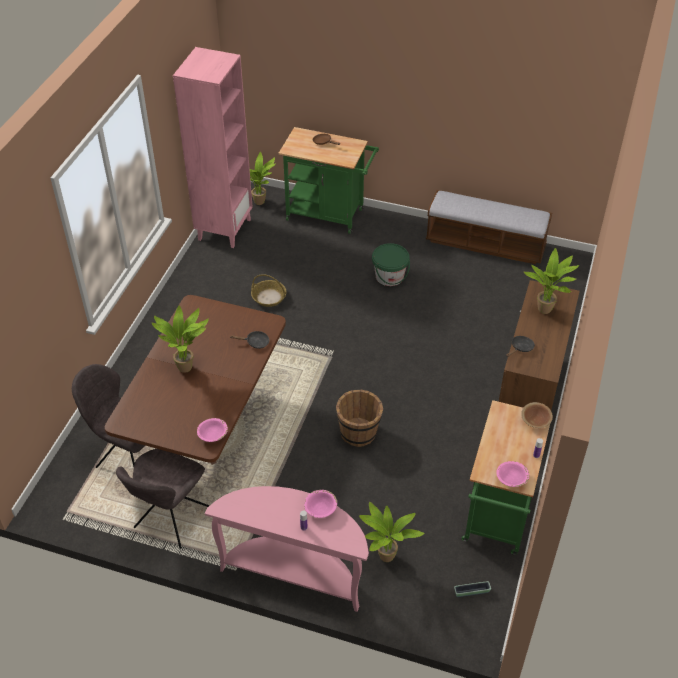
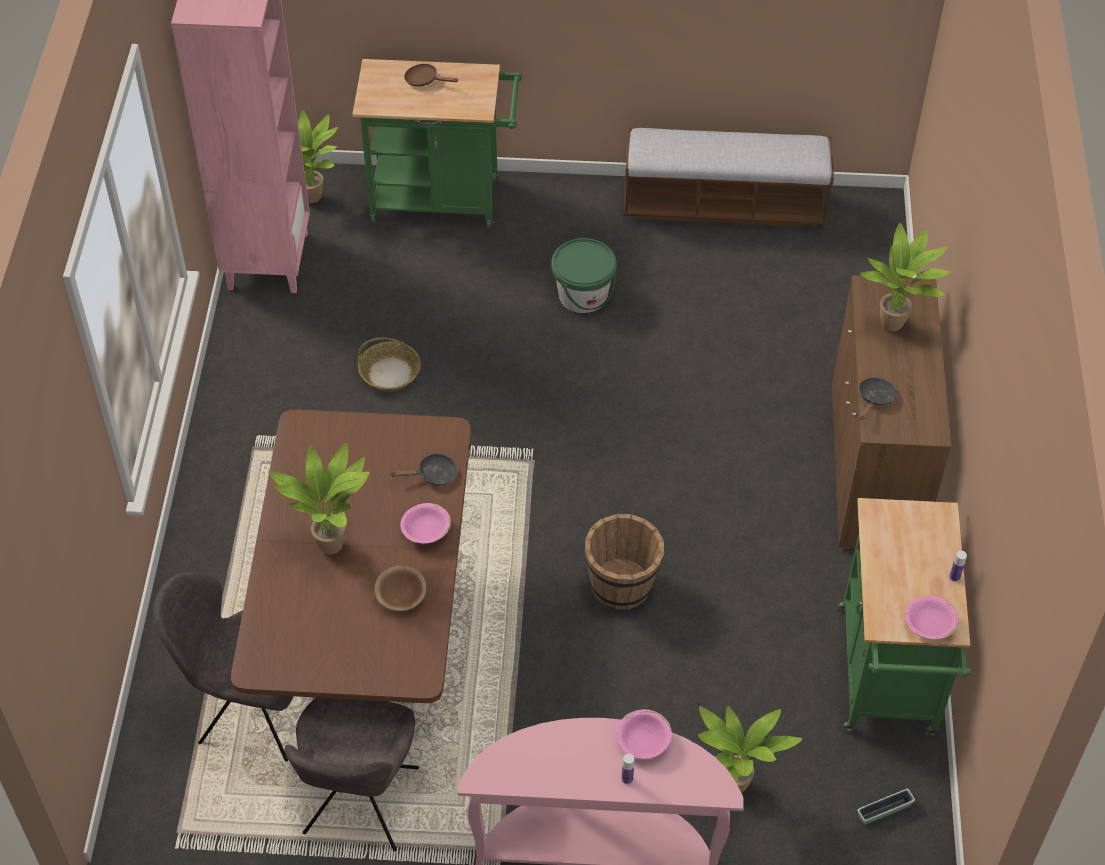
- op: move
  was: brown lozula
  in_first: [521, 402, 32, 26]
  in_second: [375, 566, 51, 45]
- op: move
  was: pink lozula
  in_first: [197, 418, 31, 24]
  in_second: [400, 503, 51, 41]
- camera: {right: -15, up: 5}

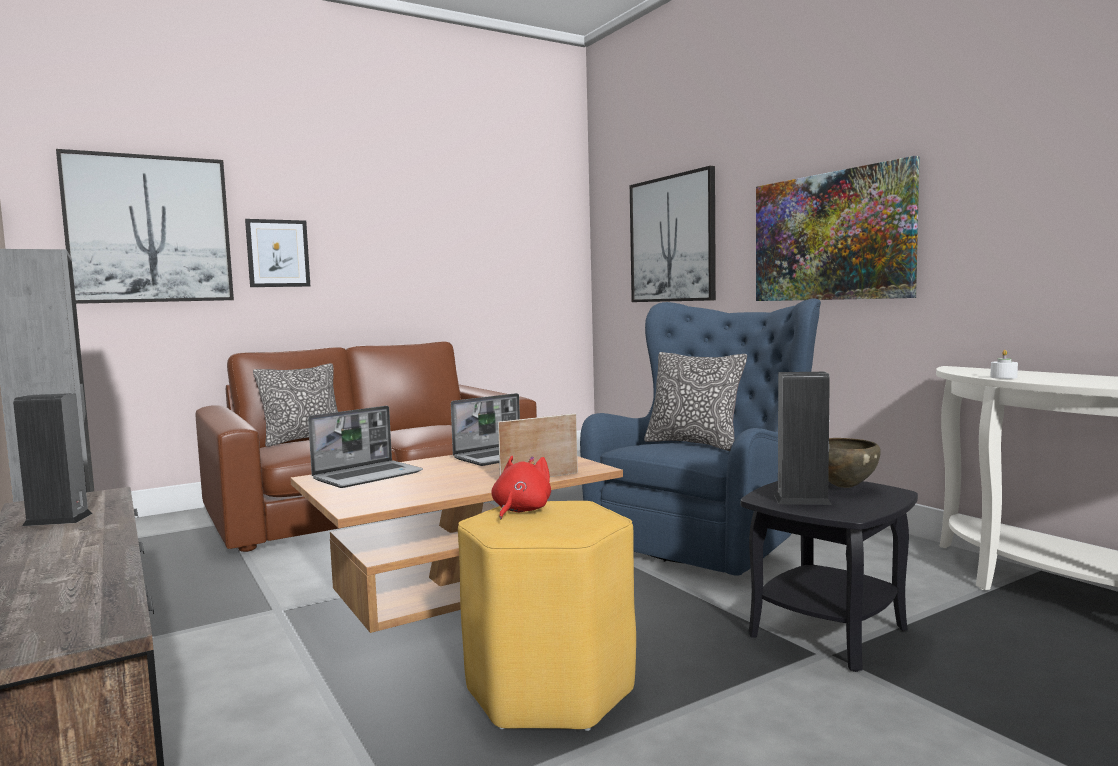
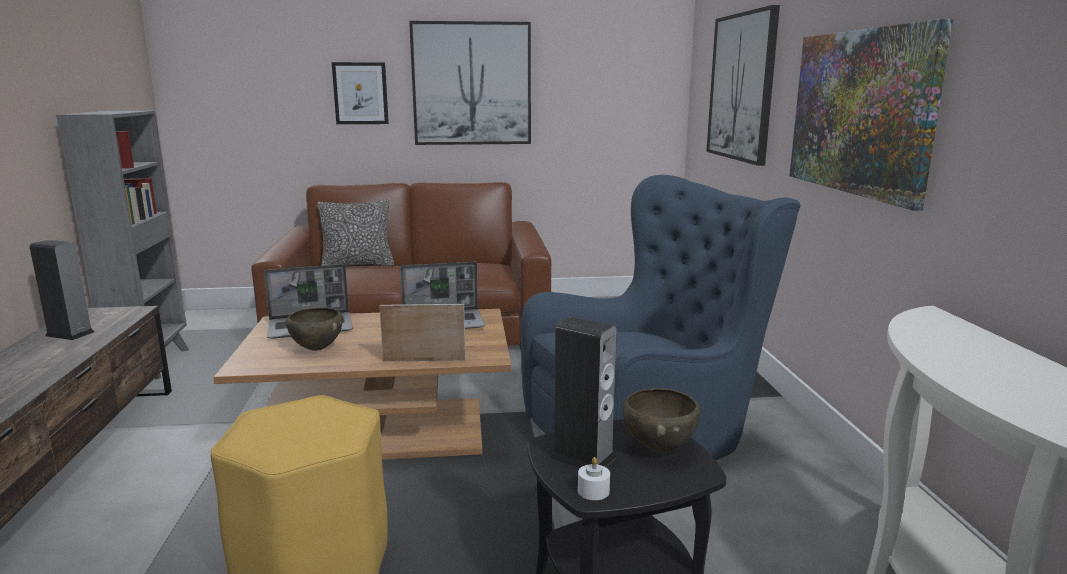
- op: move
  was: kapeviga
  in_first: [56, 149, 178, 155]
  in_second: [409, 21, 122, 124]
- op: move
  was: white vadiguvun
  in_first: [990, 350, 28, 29]
  in_second: [578, 457, 32, 43]
- op: delete
  was: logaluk
  in_first: [644, 352, 103, 99]
- op: delete
  was: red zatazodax
  in_first: [491, 456, 60, 63]
- op: insert
  now: brown lozula
  in_second: [286, 308, 57, 43]
- camera: {right: 25, up: 10}

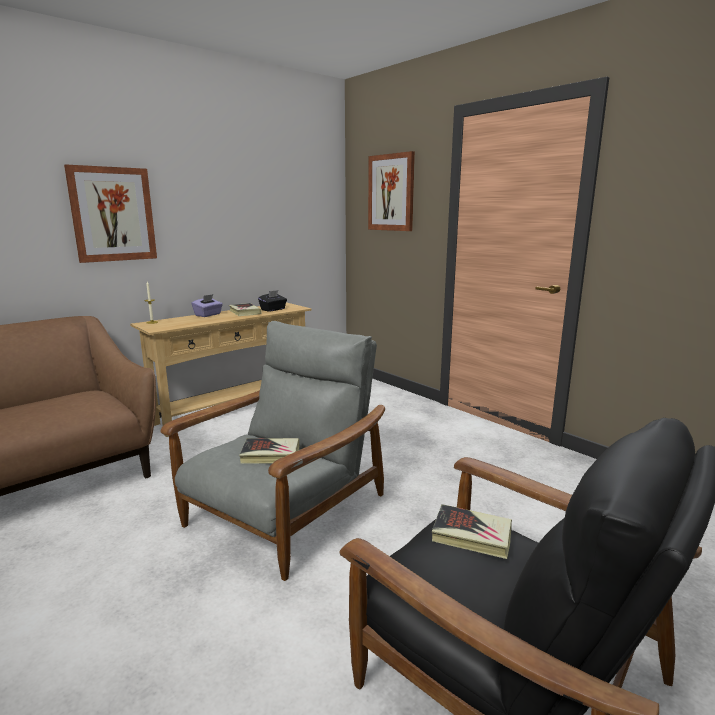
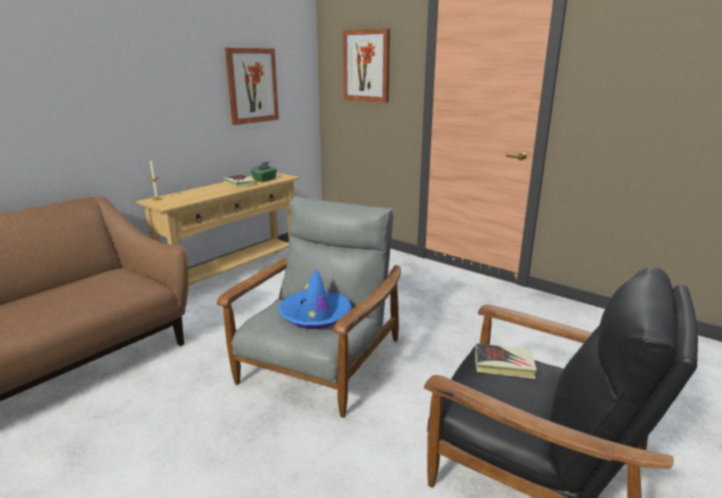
- op: move
  was: kapeviga
  in_first: [64, 164, 93, 99]
  in_second: [225, 48, 54, 77]
- op: recolor
  was: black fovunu
  now: green fovunu
  in_first: [258, 290, 29, 22]
  in_second: [251, 162, 26, 20]
- op: delete
  was: purple fovunu
  in_first: [191, 294, 32, 23]
- op: replace
  was: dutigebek
  now: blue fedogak
  in_first: [239, 438, 61, 26]
  in_second: [279, 269, 73, 60]
- camera: {right: -10, up: 5}

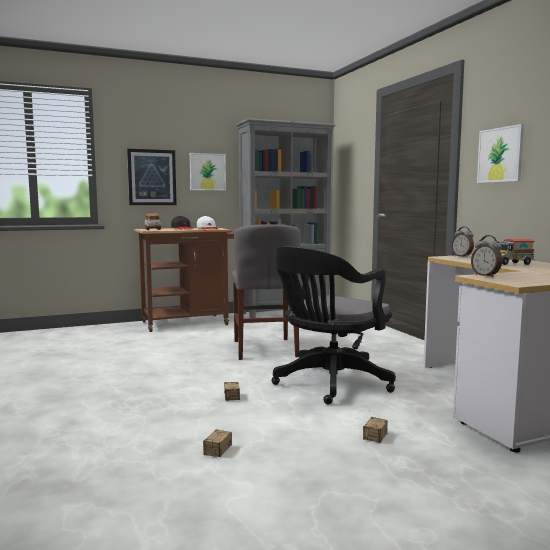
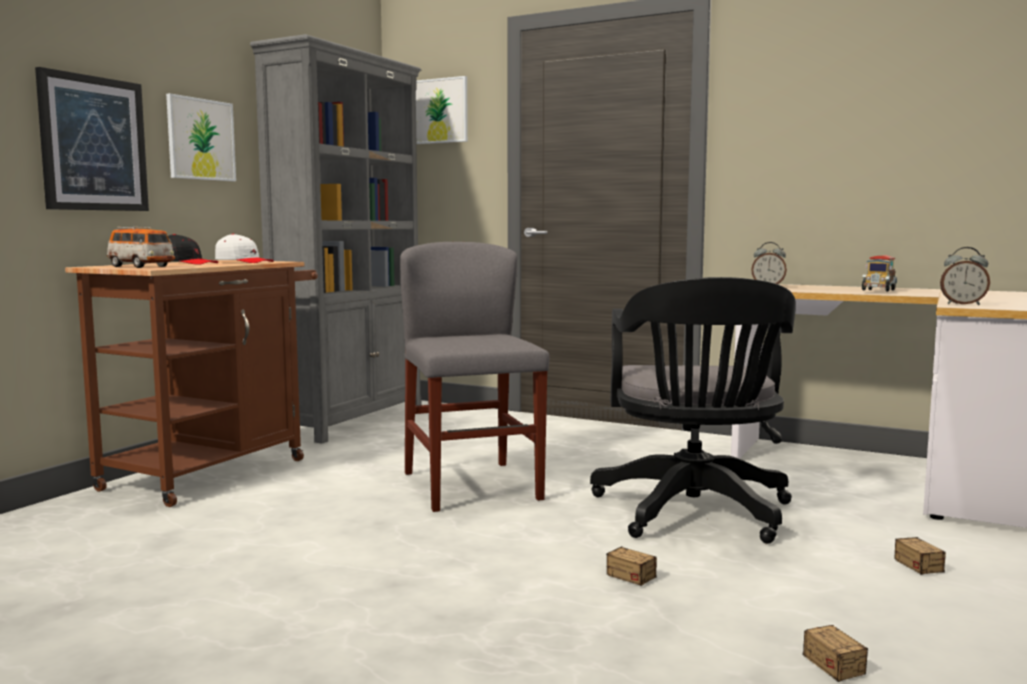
- op: move
  was: kapeviga
  in_first: [477, 124, 47, 59]
  in_second: [416, 76, 52, 68]
- op: rotate
  was: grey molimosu
  in_first: [232, 224, 68, 136]
  in_second: [400, 242, 149, 270]
  clockwise: -150
- camera: {right: -40, up: 0}

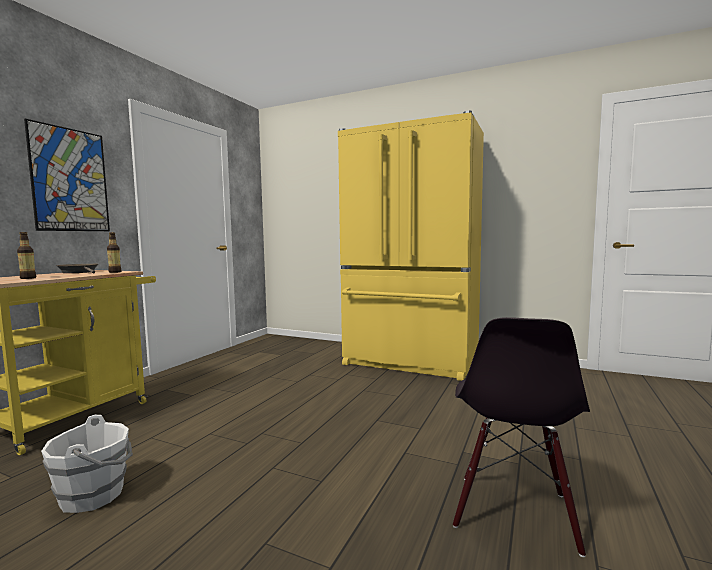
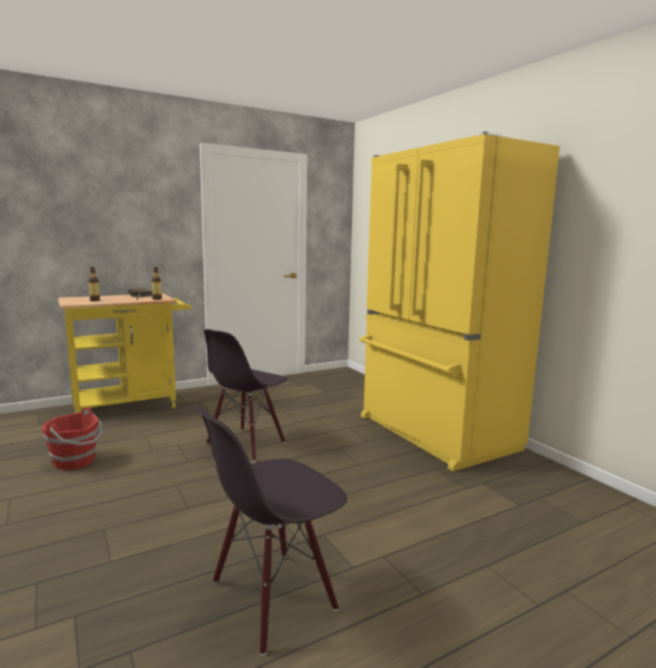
- op: delete
  was: kapeviga
  in_first: [24, 119, 86, 112]
- op: recolor
  was: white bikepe
  now: red bikepe
  in_first: [41, 415, 92, 98]
  in_second: [42, 407, 60, 63]
- op: insert
  now: black molimosu
  in_second: [204, 329, 84, 133]
- camera: {right: 35, up: 5}

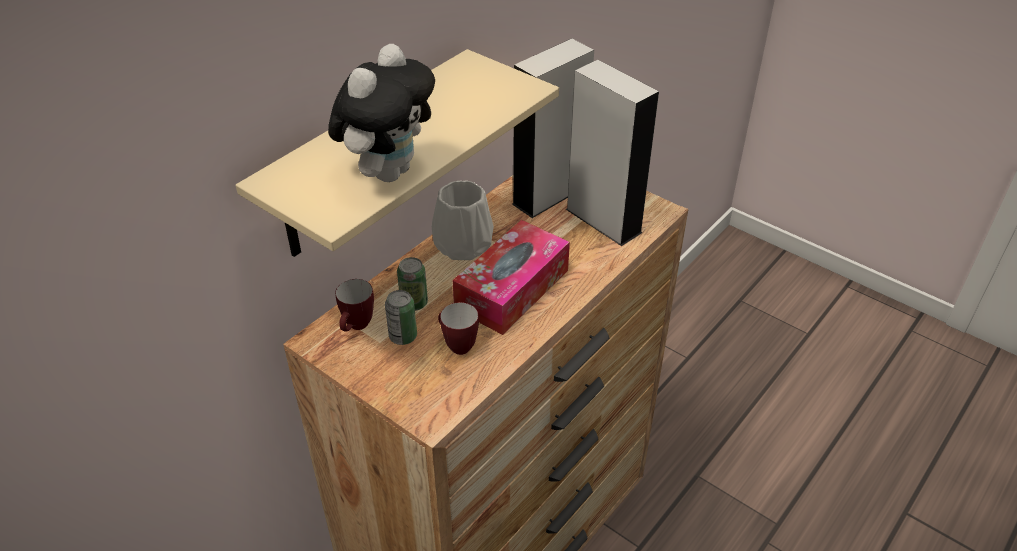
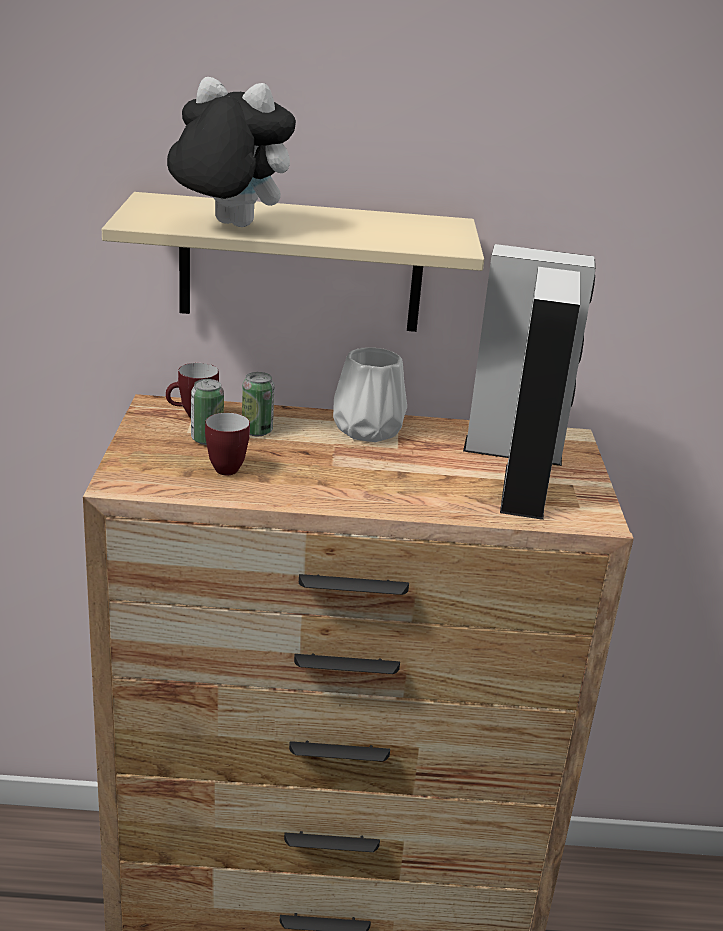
- op: rotate
  was: zatazodax
  in_first: [328, 44, 107, 138]
  in_second: [167, 77, 129, 150]
  clockwise: -150
- op: delete
  was: fovunu
  in_first: [453, 220, 117, 115]
- camera: {right: 50, up: -15}

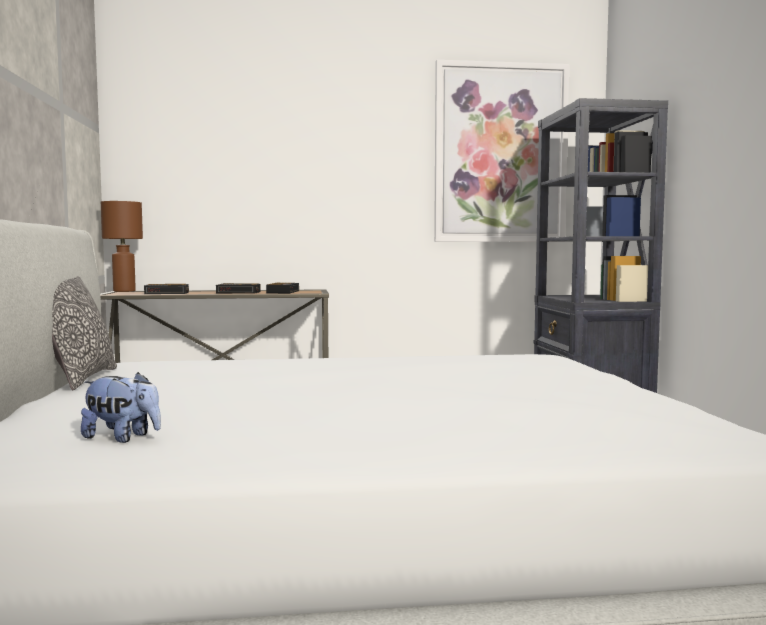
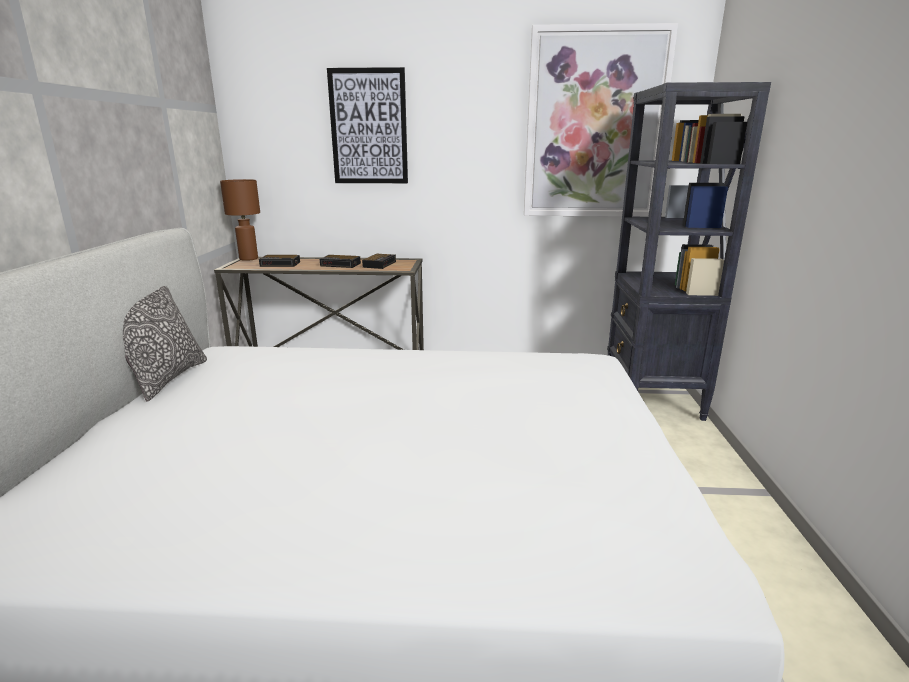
- op: delete
  was: zatazodax
  in_first: [81, 372, 80, 71]
- op: insert
  now: kapeviga
  in_second: [327, 67, 81, 116]
- camera: {right: 10, up: 15}

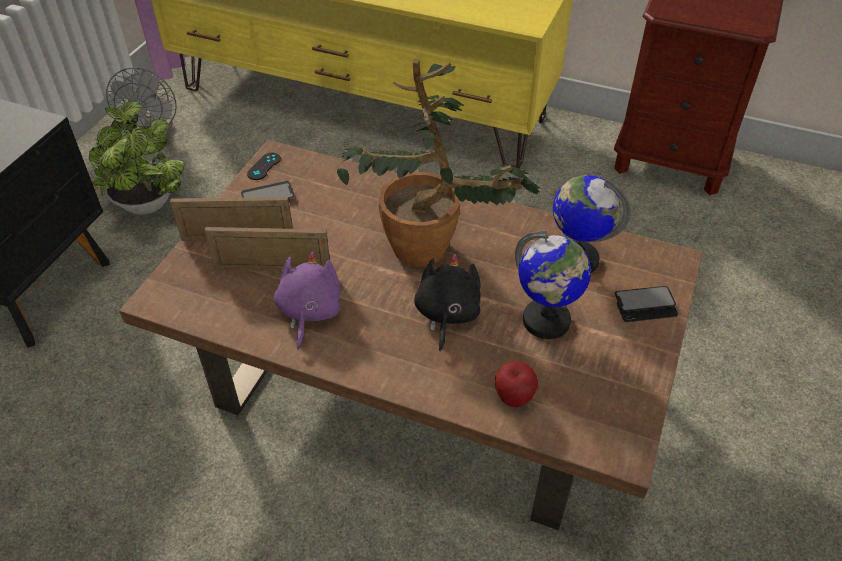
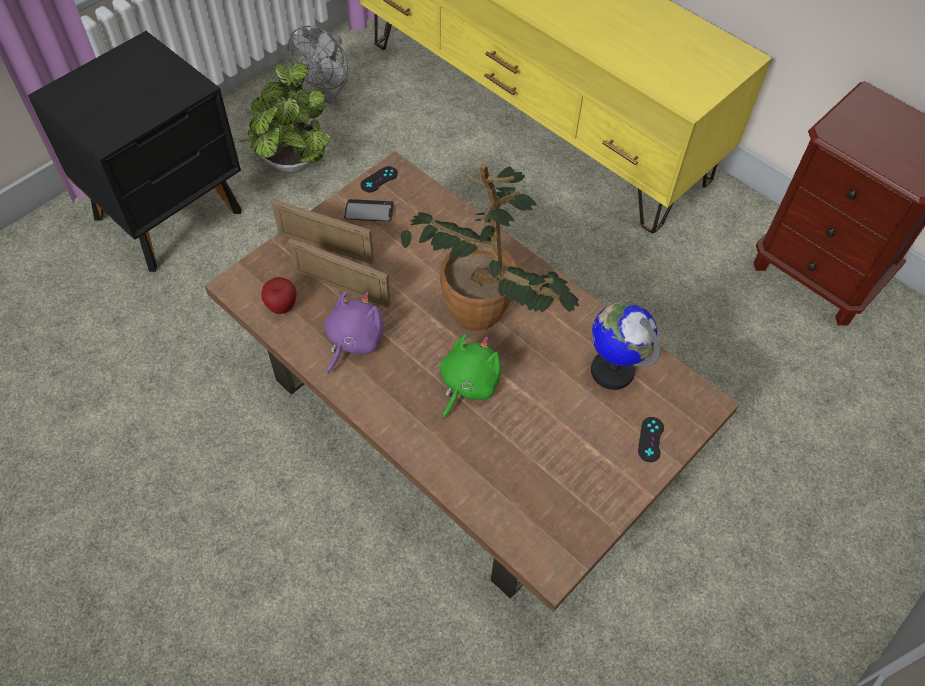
- op: delete
  was: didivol
  in_first: [515, 230, 76, 109]
- op: recolor
  was: black zatazodax
  now: green zatazodax
  in_first: [414, 254, 66, 98]
  in_second: [440, 334, 61, 85]
- op: replace
  was: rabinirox
  now: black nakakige
  in_first: [615, 286, 63, 36]
  in_second: [638, 417, 26, 45]
- op: move
  was: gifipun
  in_first: [495, 361, 43, 47]
  in_second: [261, 277, 35, 37]
- camera: {right: 20, up: 10}

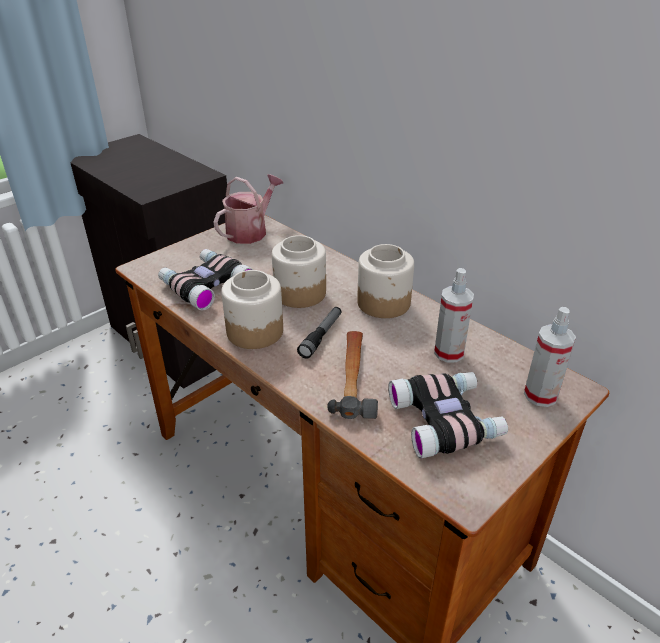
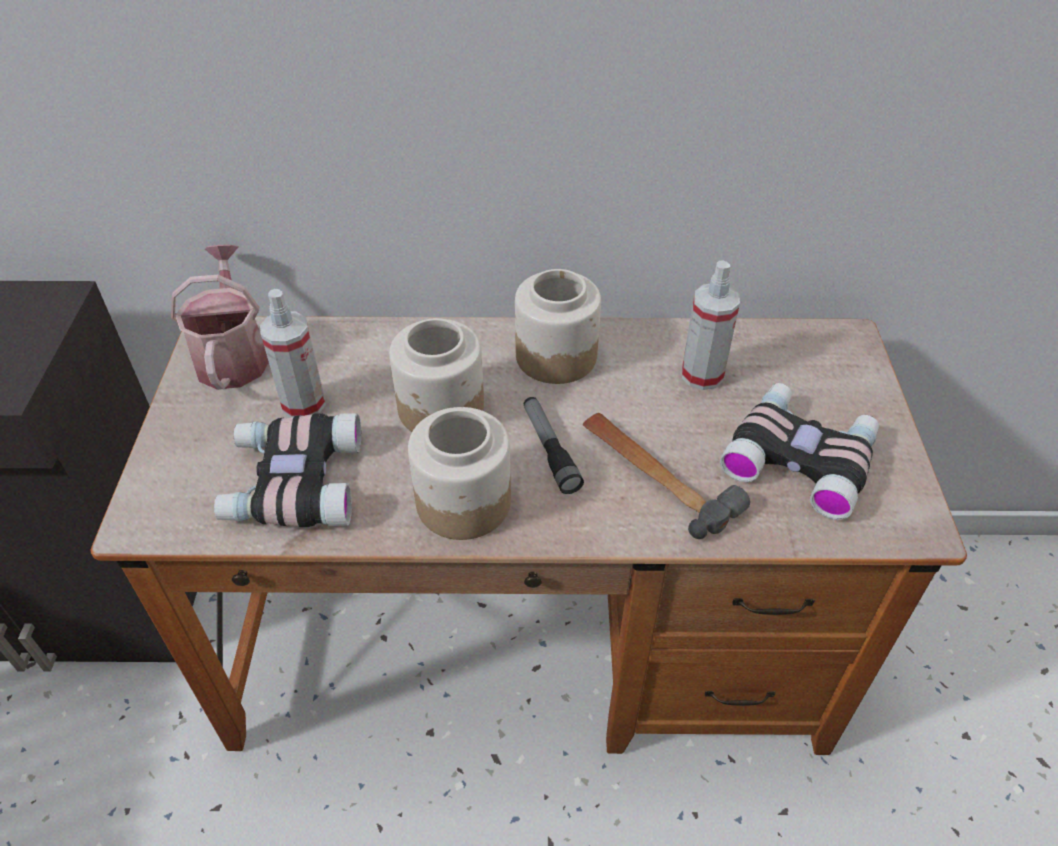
- op: move
  was: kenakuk
  in_first: [524, 307, 52, 100]
  in_second: [260, 289, 66, 128]
- camera: {right: -45, up: 10}

